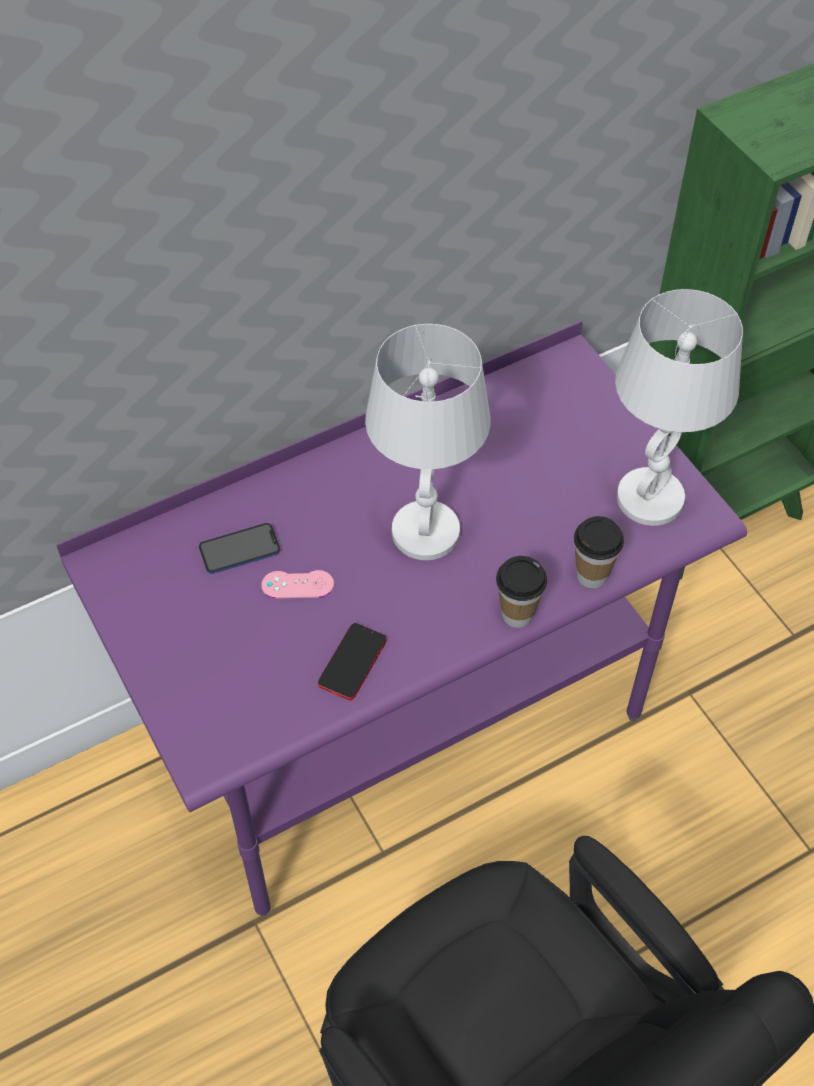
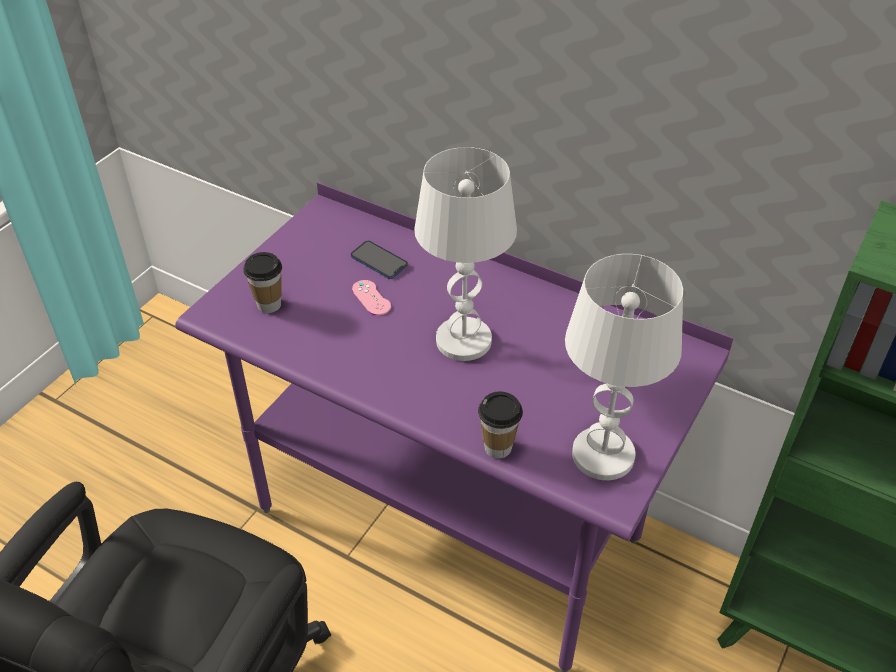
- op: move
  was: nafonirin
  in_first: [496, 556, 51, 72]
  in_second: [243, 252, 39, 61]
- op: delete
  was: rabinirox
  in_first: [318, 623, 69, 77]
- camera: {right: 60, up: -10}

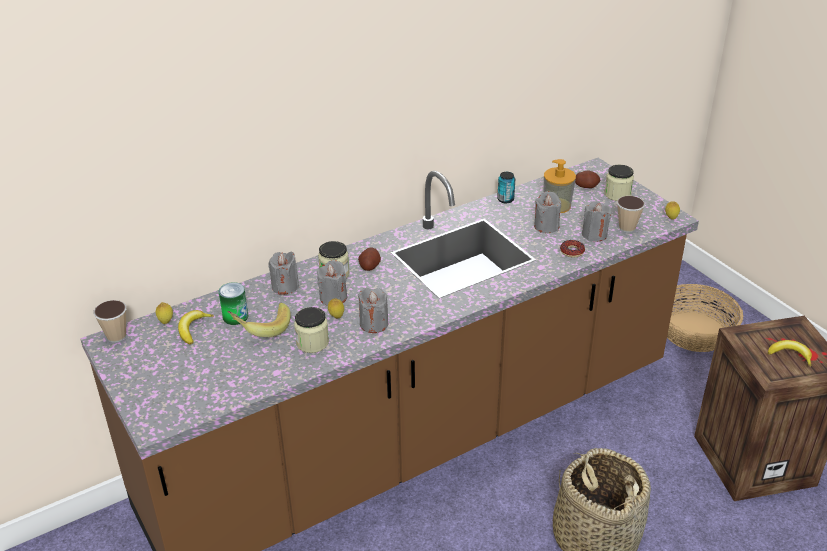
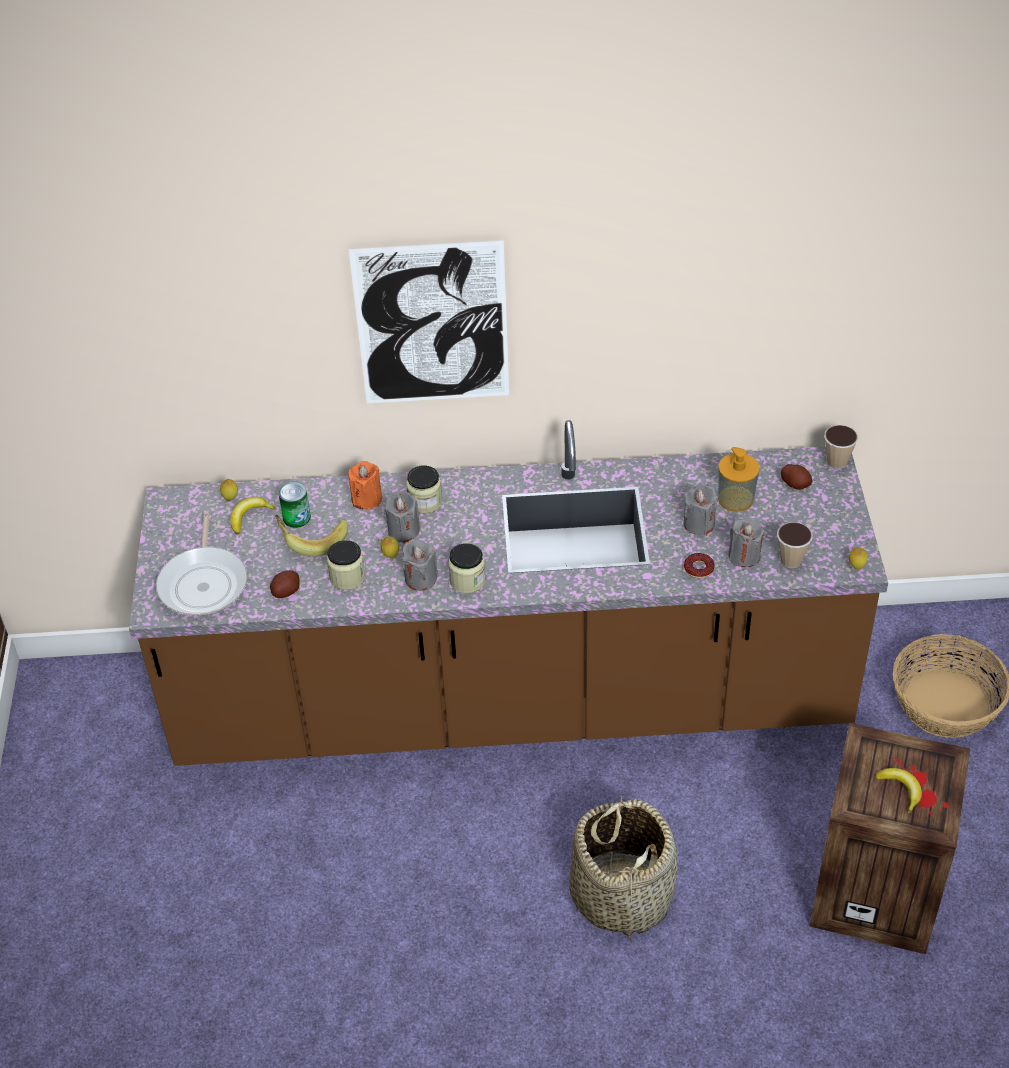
- op: move
  was: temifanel
  in_first: [604, 165, 30, 36]
  in_second: [448, 543, 38, 50]
- op: delete
  was: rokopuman
  in_first: [497, 172, 18, 31]
- op: move
  was: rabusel
  in_first: [358, 248, 23, 23]
  in_second: [270, 570, 30, 28]
- op: recolor
  was: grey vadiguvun
  now: orange vadiguvun
  in_first: [268, 252, 31, 43]
  in_second: [348, 461, 34, 49]
- op: move
  was: nafonirin
  in_first: [94, 300, 32, 43]
  in_second: [824, 425, 34, 44]
- op: insert
  now: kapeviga
  in_second: [349, 240, 160, 163]
- op: insert
  now: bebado
  in_second: [156, 512, 91, 103]
- camera: {right: 30, up: 10}

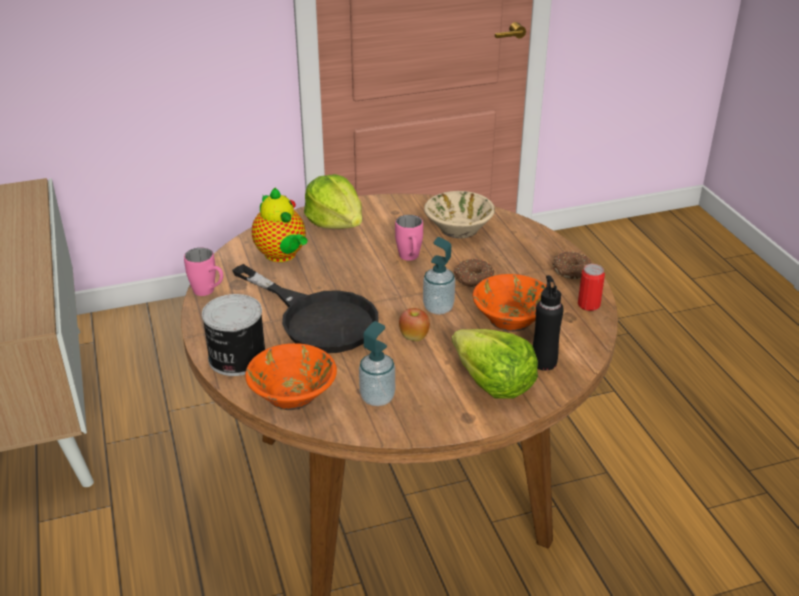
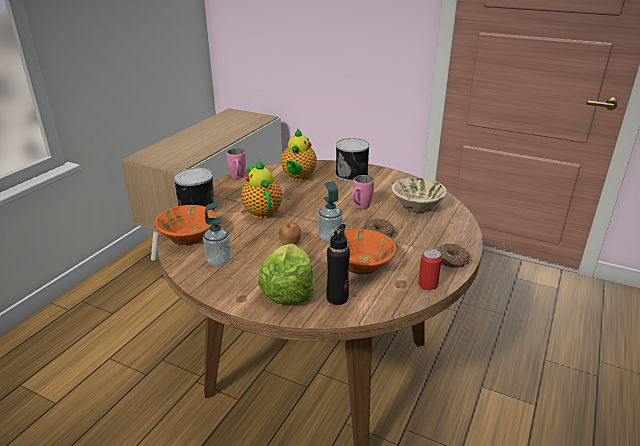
- op: replace
  was: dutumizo
  now: rokopuman
  in_first: [304, 174, 58, 55]
  in_second: [335, 138, 35, 44]
- op: replace
  was: black bebado
  now: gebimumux
  in_first: [232, 264, 147, 89]
  in_second: [241, 159, 41, 60]
- camera: {right: 45, up: -5}

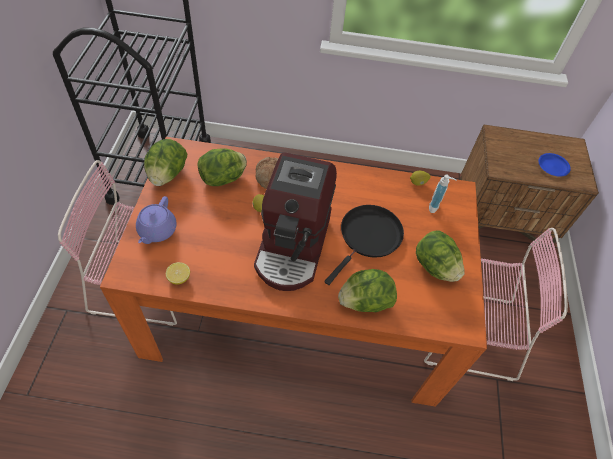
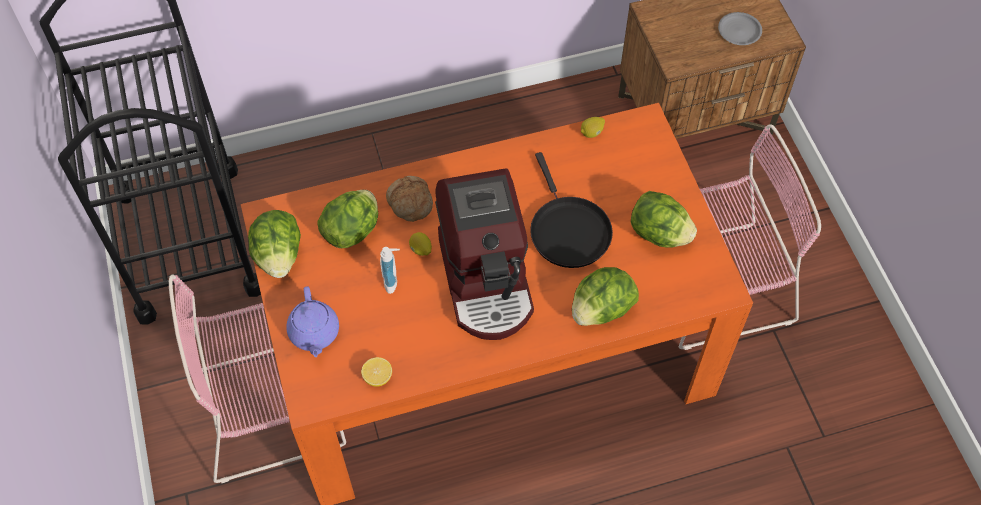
- op: recolor
  was: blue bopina
  now: grey bopina
  in_first: [538, 153, 33, 24]
  in_second: [718, 12, 44, 33]
- op: move
  was: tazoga
  in_first: [429, 174, 28, 39]
  in_second: [380, 247, 20, 47]
- op: rotate
  was: black bebado
  in_first: [324, 205, 80, 80]
  in_second: [530, 152, 83, 116]
  clockwise: 150
- camera: {right: -20, up: 5}

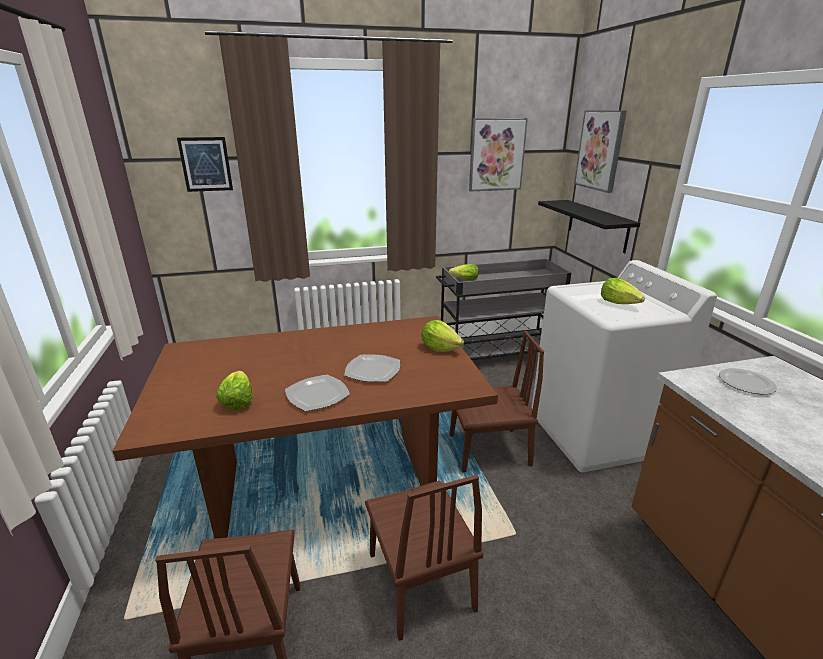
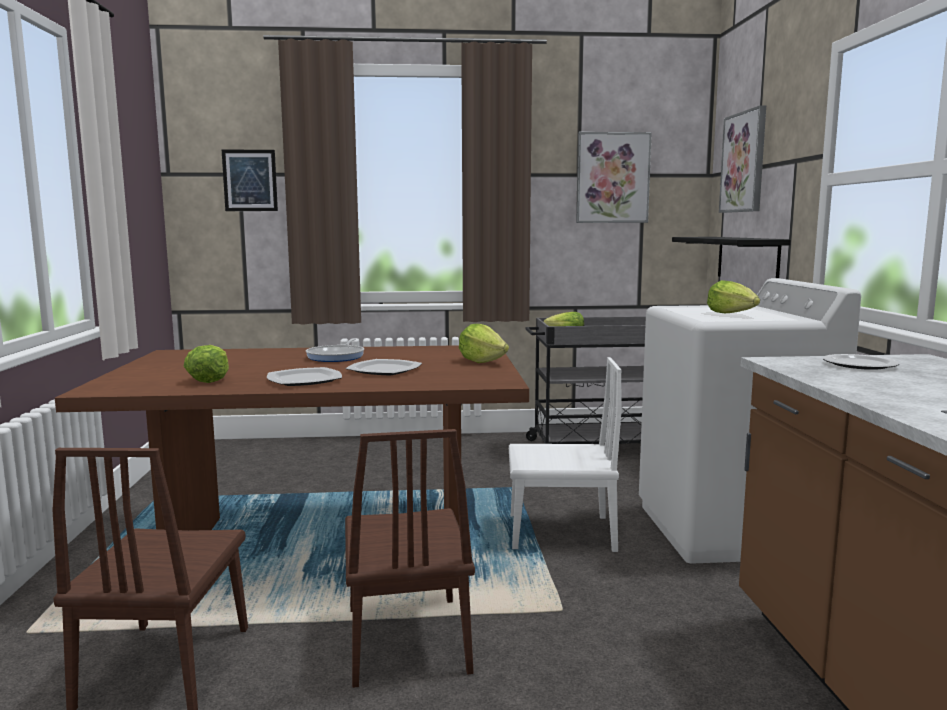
- op: recolor
  was: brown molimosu
  now: white molimosu
  in_first: [449, 331, 95, 141]
  in_second: [509, 357, 113, 195]
- op: insert
  now: bebado
  in_second: [306, 338, 58, 24]
- camera: {right: 10, up: -15}

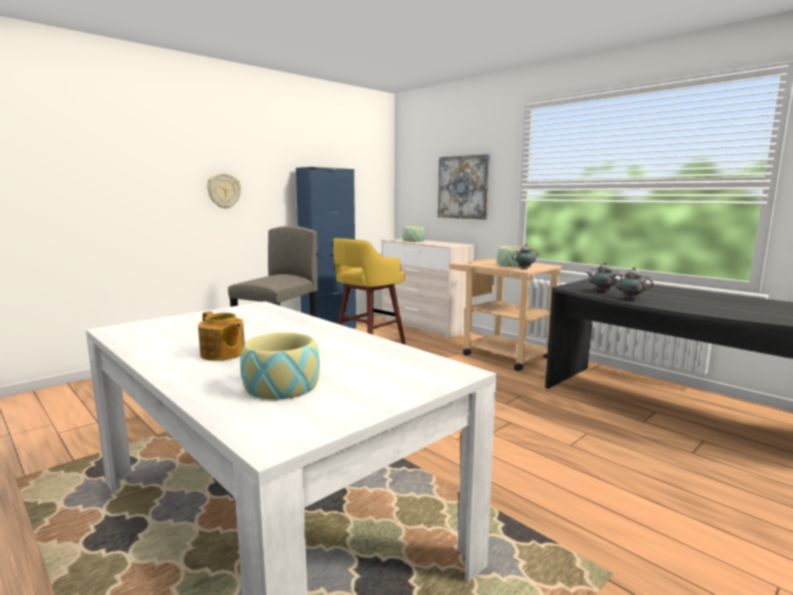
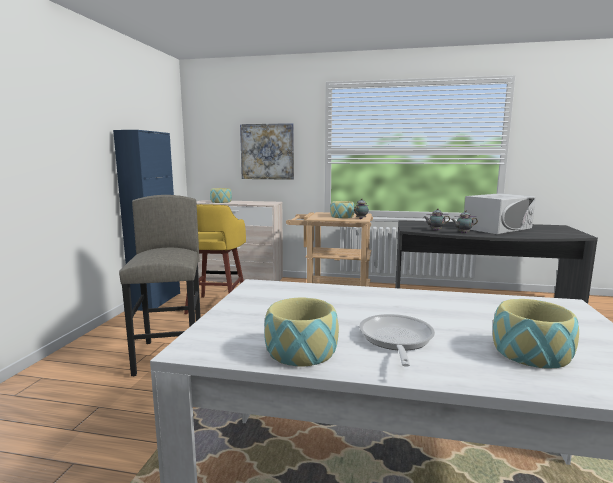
- op: delete
  was: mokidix
  in_first: [207, 173, 34, 36]
- op: replace
  was: gebimumux
  now: bebado
  in_first: [198, 311, 47, 50]
  in_second: [359, 314, 76, 53]
- op: insert
  now: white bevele
  in_second: [464, 193, 72, 41]
- op: insert
  now: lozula
  in_second: [264, 297, 75, 69]
- camera: {right: -35, up: 0}

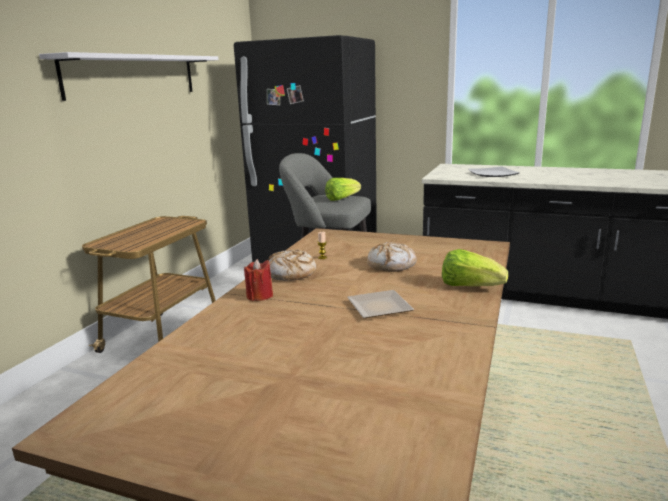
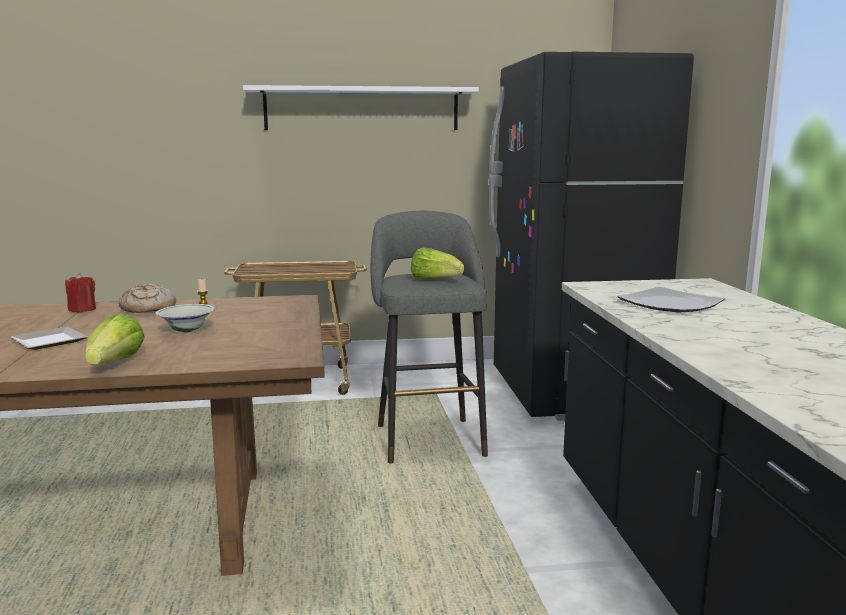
- op: replace
  was: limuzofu
  now: white lozula
  in_first: [367, 242, 50, 30]
  in_second: [156, 304, 59, 28]
- camera: {right: 60, up: -5}

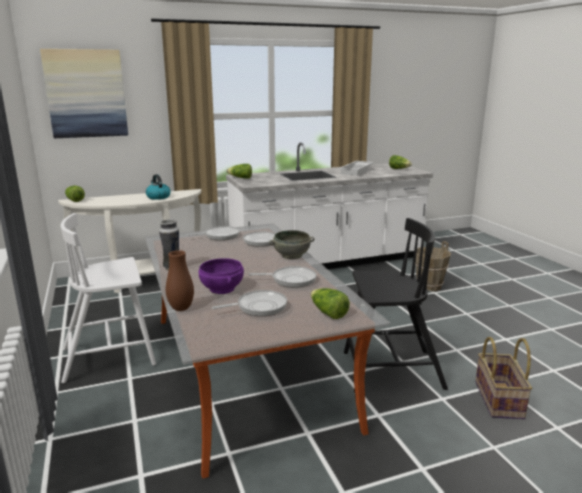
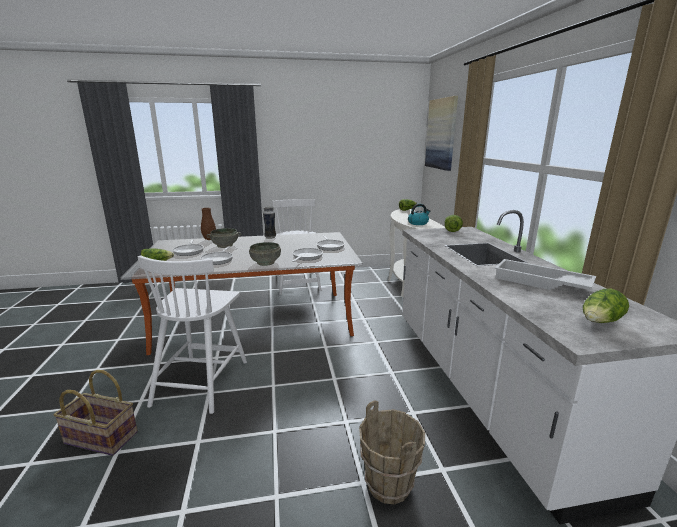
- op: recolor
  was: black molimosu
  now: white molimosu
  in_first: [344, 218, 104, 174]
  in_second: [138, 255, 109, 159]
- op: recolor
  was: purple lozula
  now: grey lozula
  in_first: [199, 258, 45, 36]
  in_second: [207, 228, 34, 20]
- camera: {right: 100, up: 0}

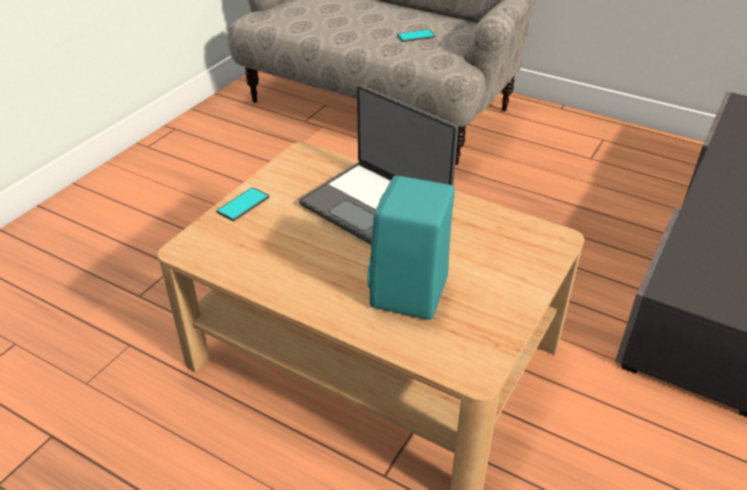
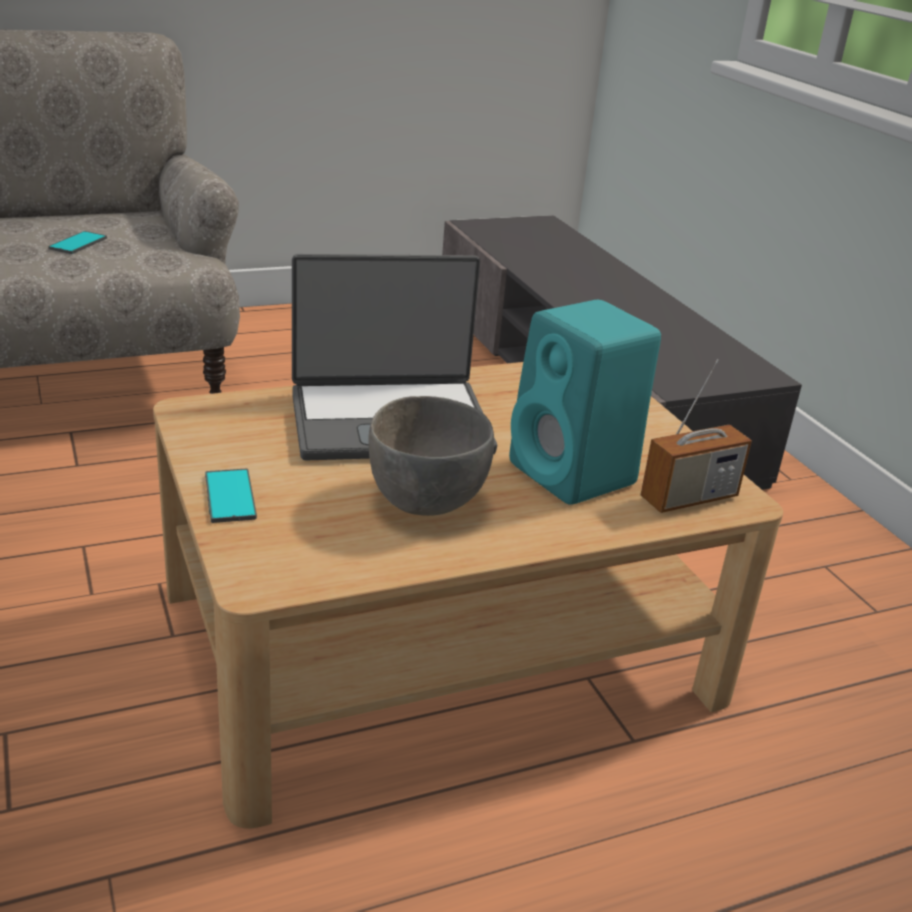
- op: insert
  now: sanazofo
  in_second: [641, 359, 111, 154]
- op: insert
  now: grey lozula
  in_second: [368, 396, 126, 120]
- camera: {right: -55, up: -10}

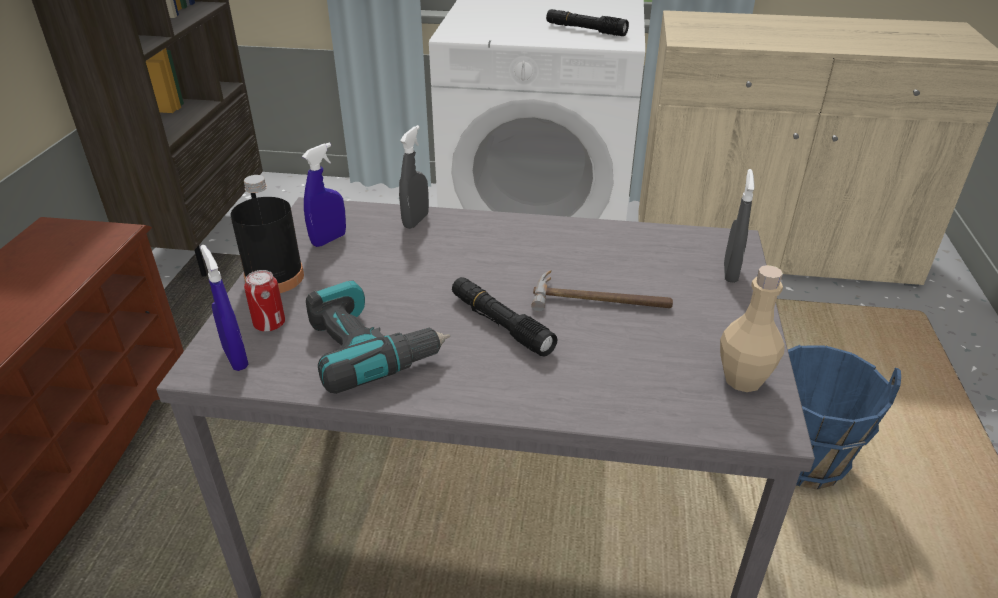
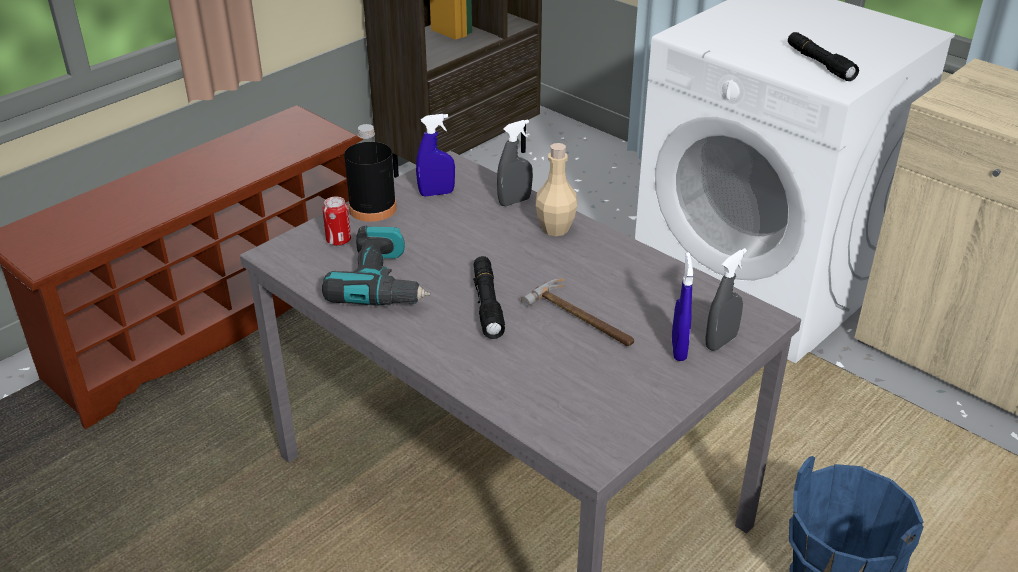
- op: move
  was: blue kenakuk
  in_first: [200, 245, 49, 126]
  in_second: [672, 252, 21, 109]
- op: move
  was: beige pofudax
  in_first: [720, 265, 65, 127]
  in_second: [536, 143, 41, 93]
- camera: {right: 35, up: 0}

